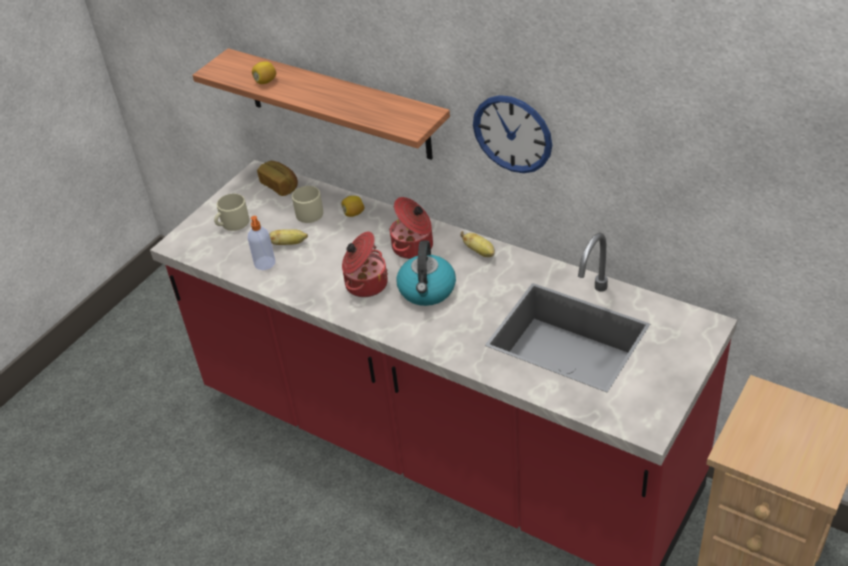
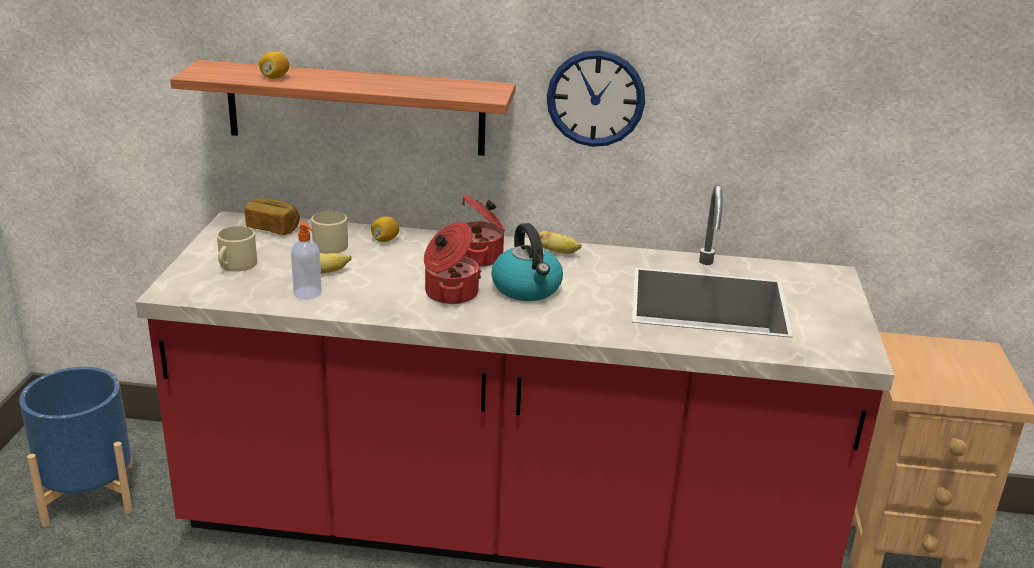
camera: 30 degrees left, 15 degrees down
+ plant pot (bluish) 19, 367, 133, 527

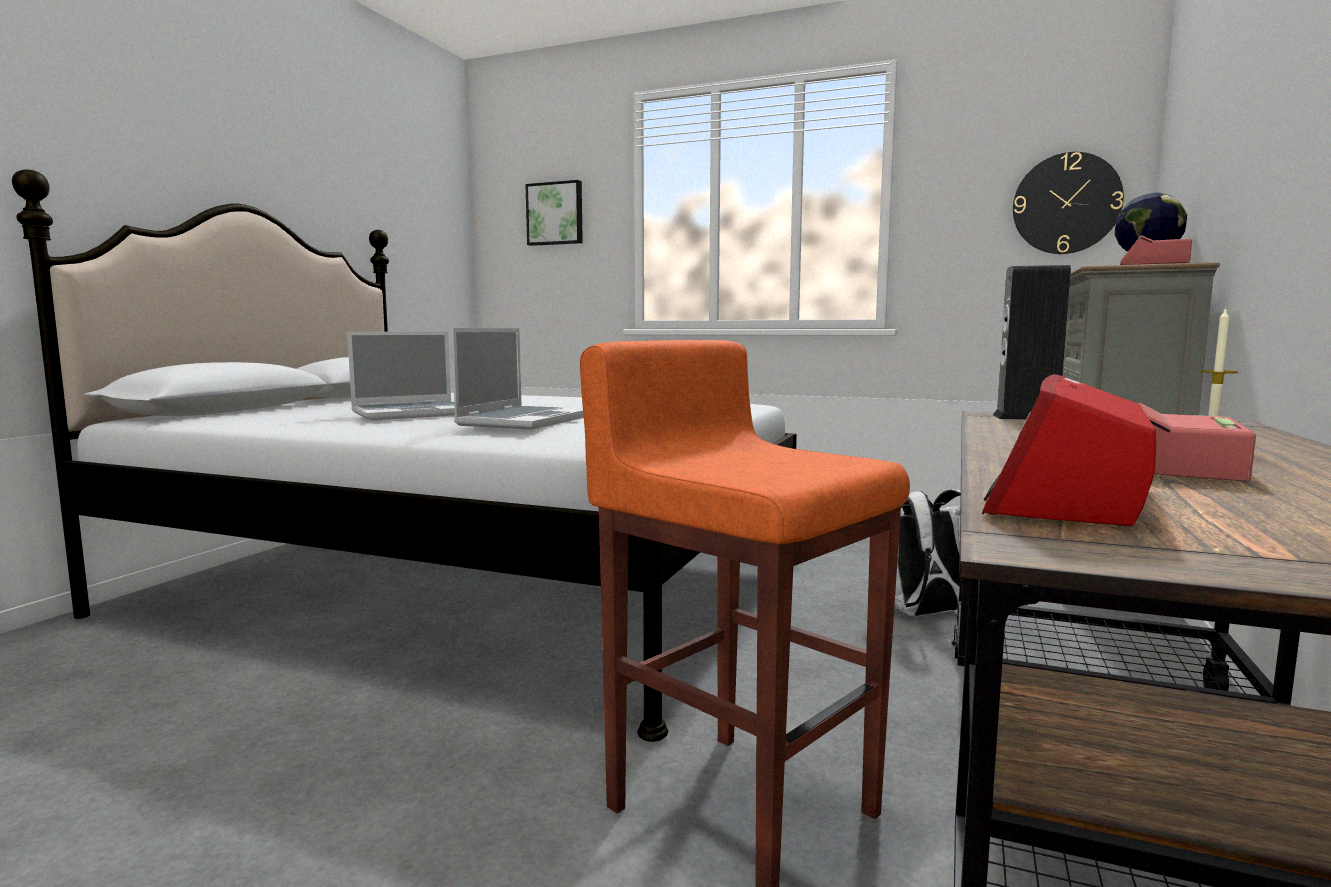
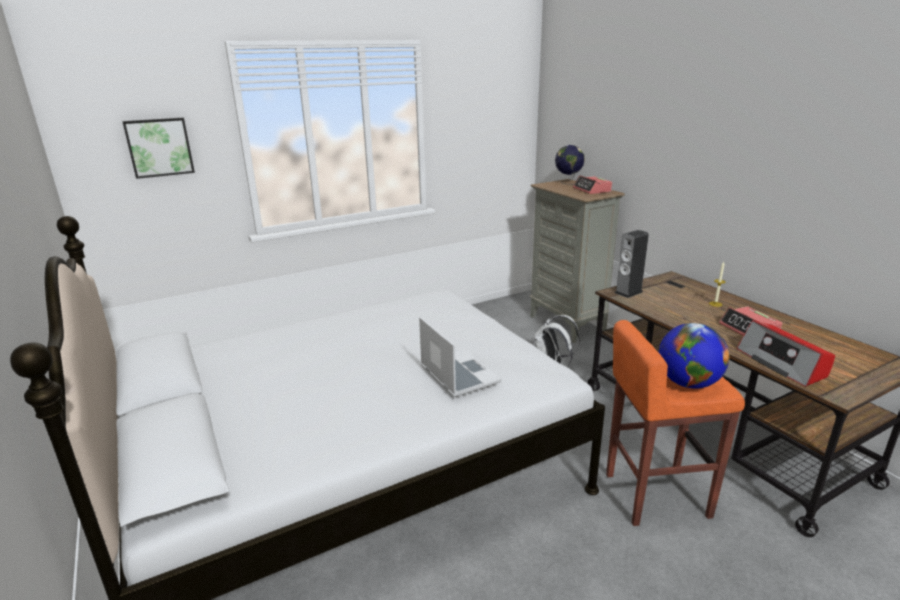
camera: 50 degrees left, 15 degrees up
- laptop 347, 332, 455, 421
- hanging clock 1013, 152, 1124, 254
+ desk globe 659, 323, 730, 389

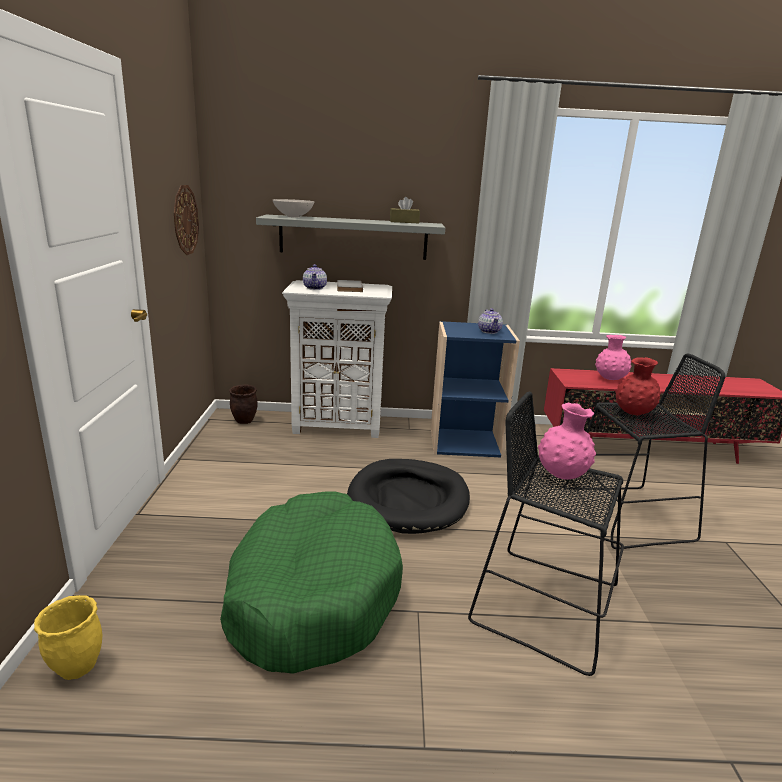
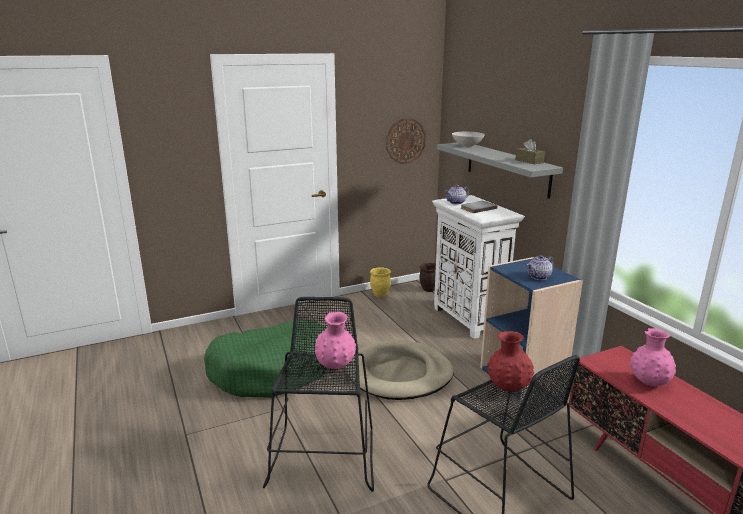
camera: 65 degrees right, 0 degrees up
~ plant pot (yellowish) 34, 595, 103, 680 to 370, 267, 391, 297
~ dog cushion (black-coloured) 347, 459, 470, 534 to dog cushion (beige-coloured) 346, 340, 454, 400

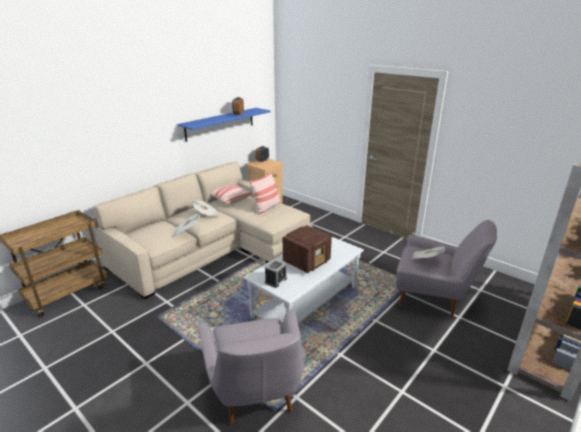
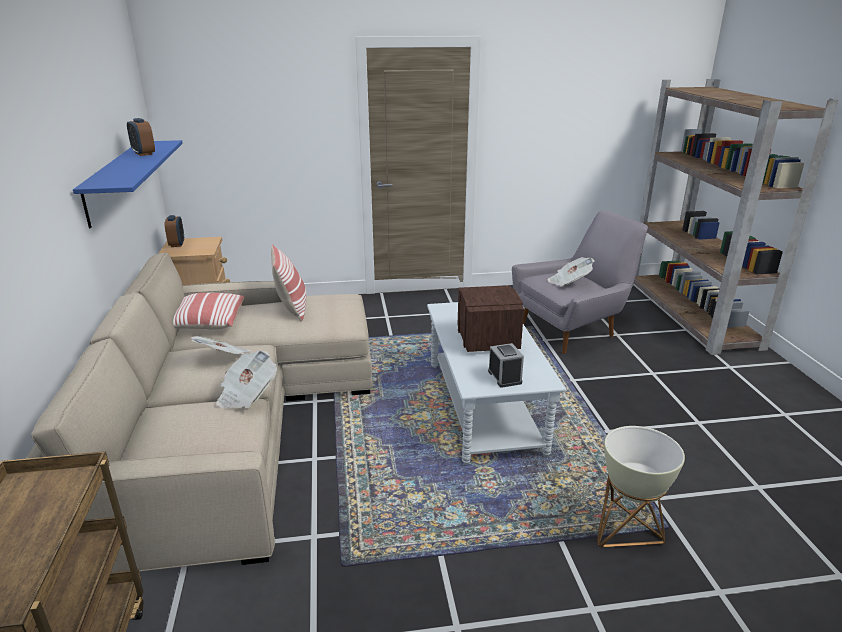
camera: 50 degrees left, 0 degrees up
~ easy chair (gray) 198, 309, 305, 425 to plant pot 597, 426, 685, 547

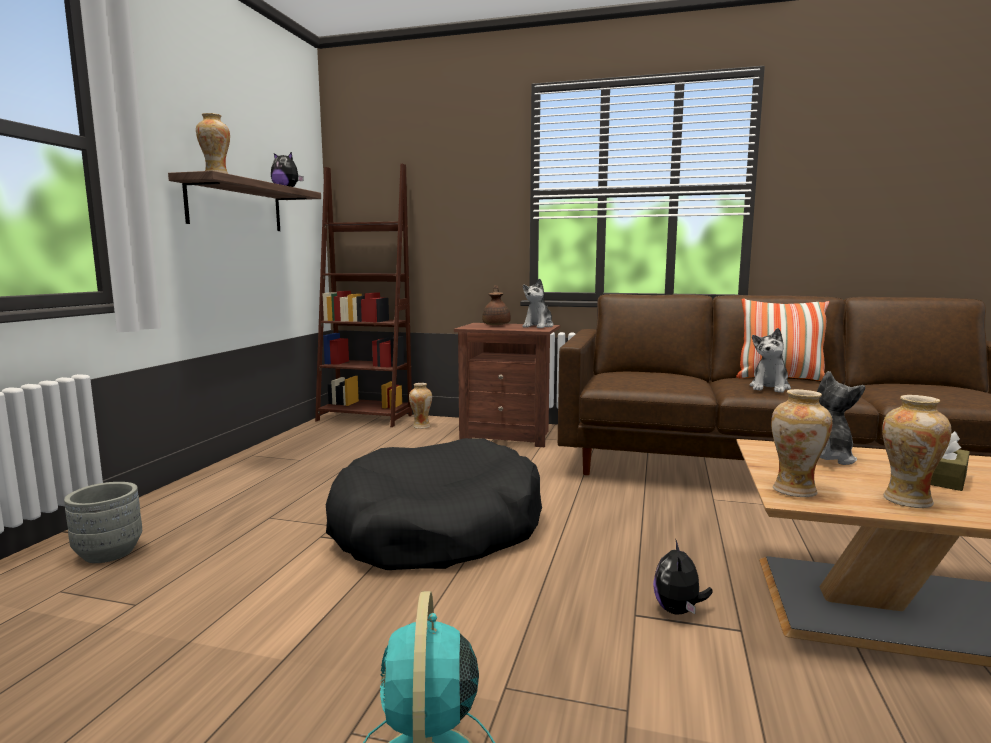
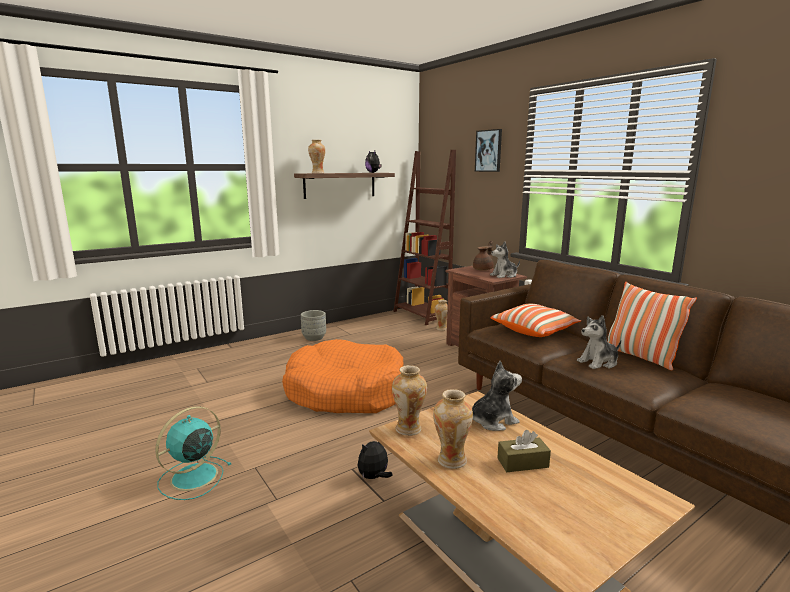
camera: 40 degrees right, 5 degrees up
~ plant pot (gray) 64, 482, 142, 563 to 301, 310, 326, 341
~ dog cushion (black-coloured) 326, 438, 542, 570 to dog cushion (orangey) 282, 339, 403, 413
+ picture 475, 129, 502, 172
+ pillow 490, 304, 581, 337

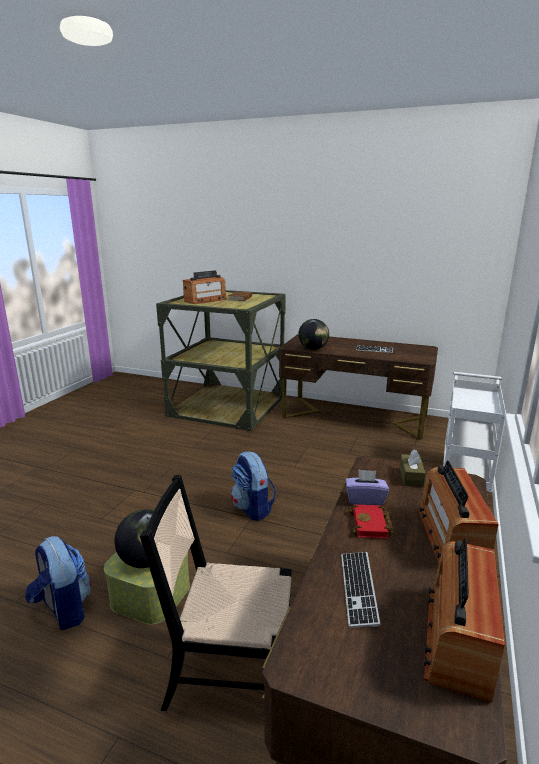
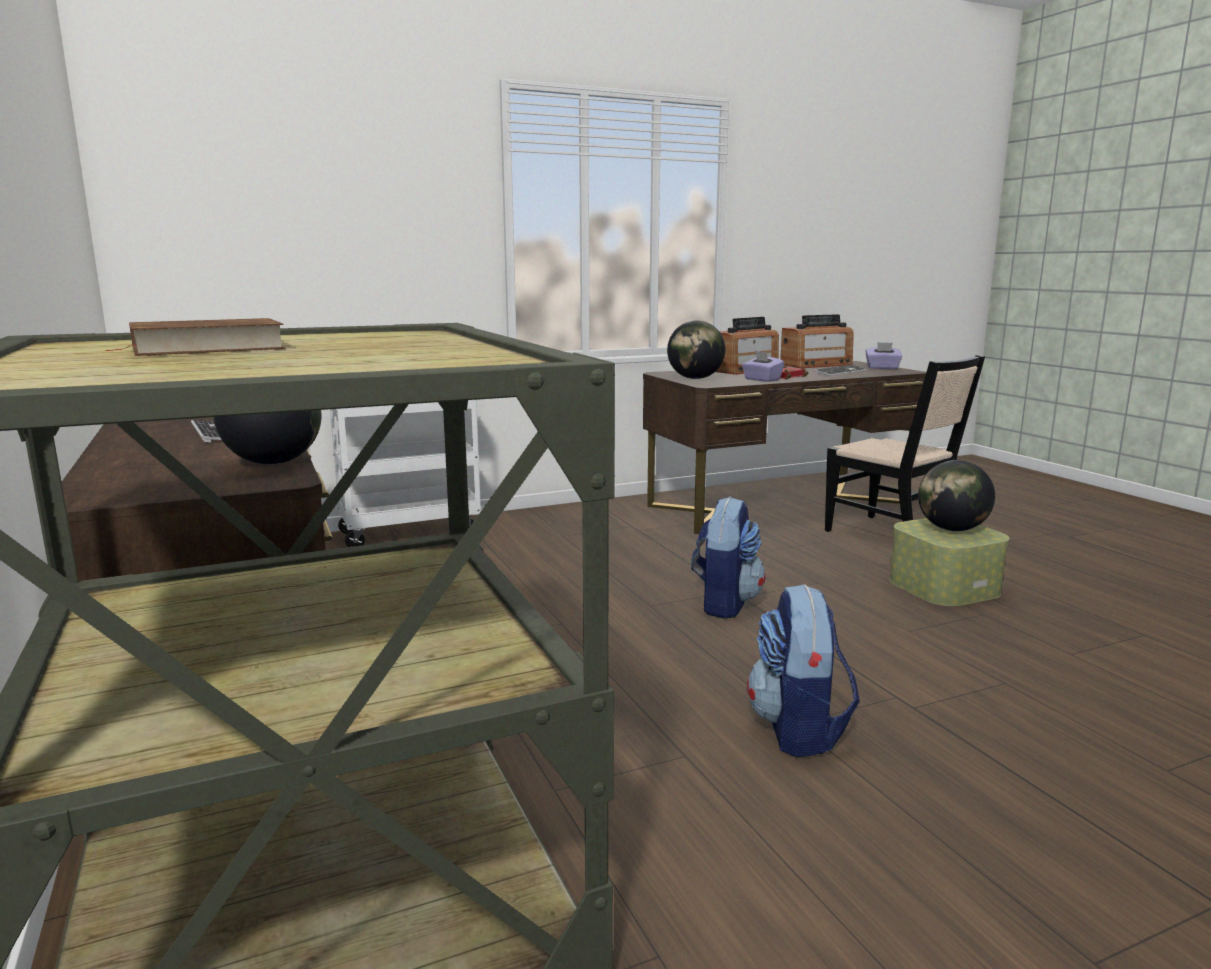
camera: 135 degrees left, 5 degrees down
~ backpack 25, 536, 91, 630 to 747, 584, 860, 757
- radio receiver 183, 270, 226, 304
~ tissue holder (brownish) 400, 449, 426, 487 to desk globe 667, 320, 725, 379
+ tissue holder (purple) 865, 342, 902, 369

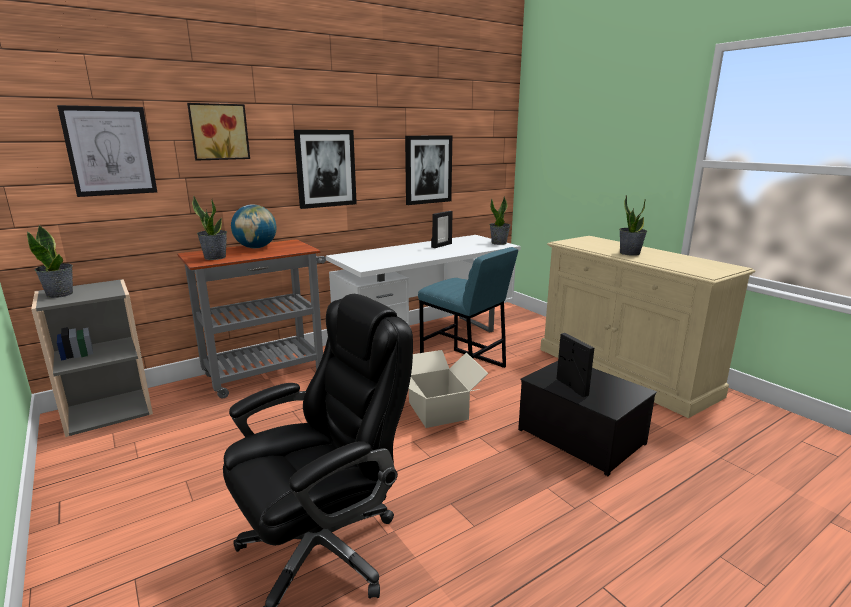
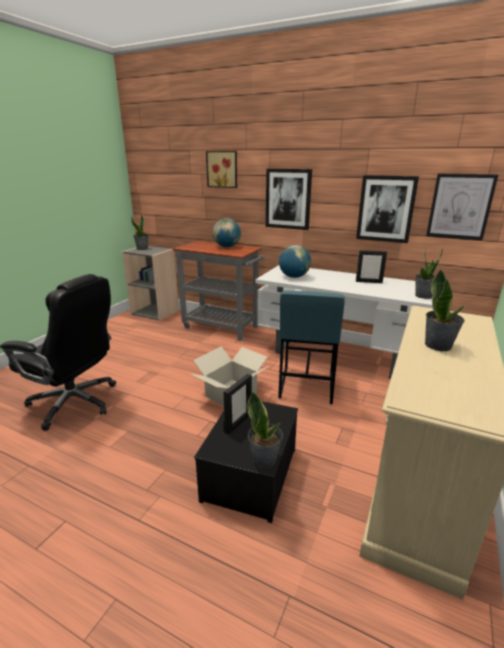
camera: 60 degrees right, 5 degrees up
~ picture 57, 105, 157, 197 to 426, 174, 498, 240
~ plant in a pot 192, 196, 227, 260 to 247, 391, 283, 468
+ desk globe 279, 245, 311, 278

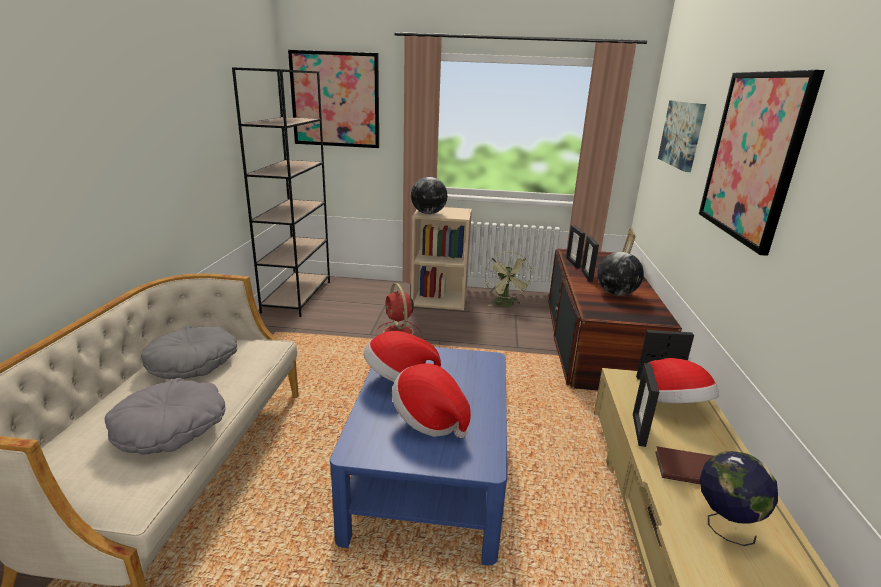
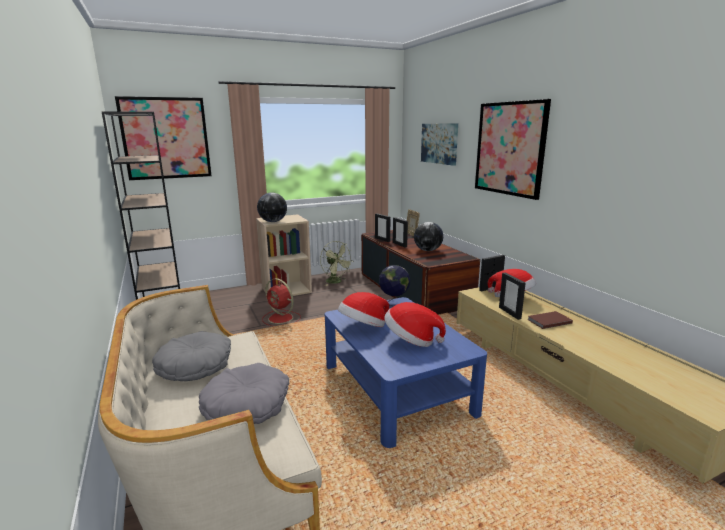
camera: 30 degrees left, 5 degrees down
~ desk globe 700, 451, 778, 546 to 379, 265, 410, 306

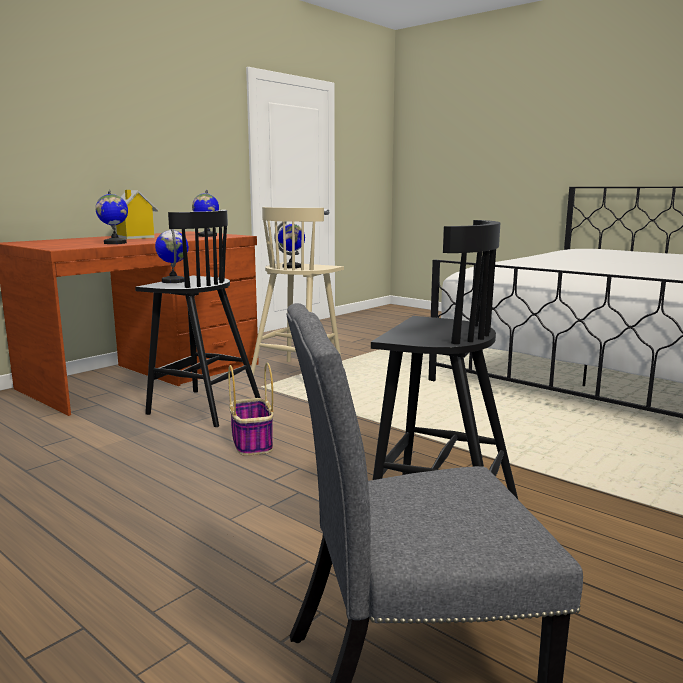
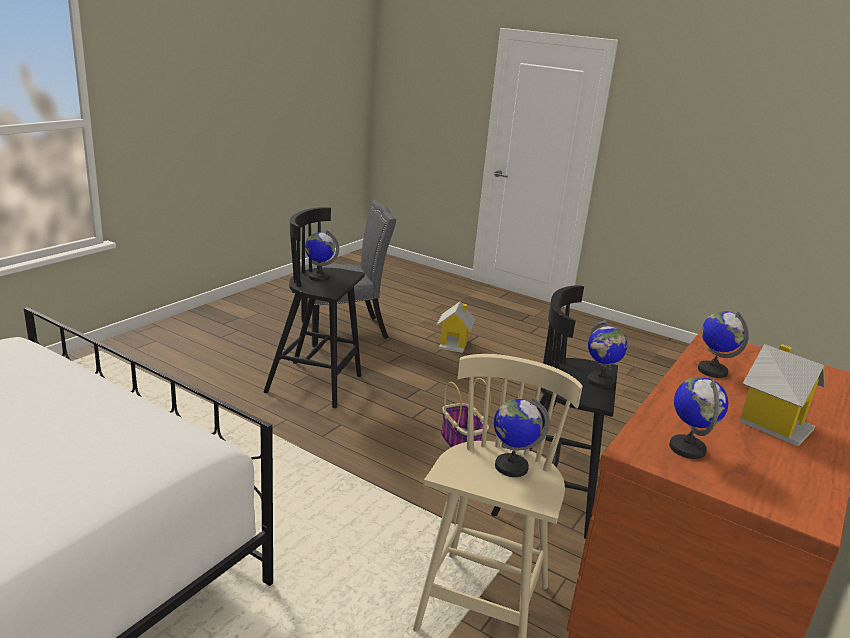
camera: 170 degrees right, 10 degrees up
+ desk globe 305, 230, 339, 282
+ model house 437, 301, 475, 353

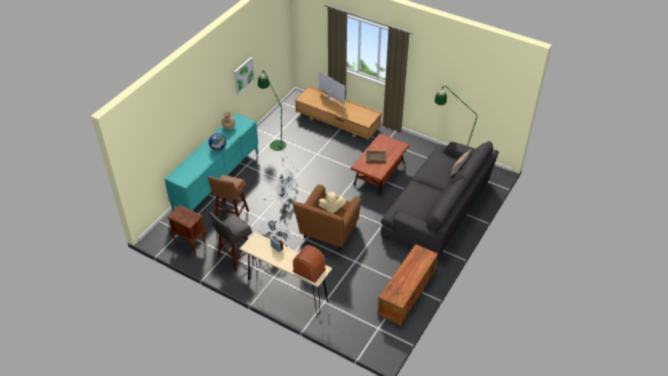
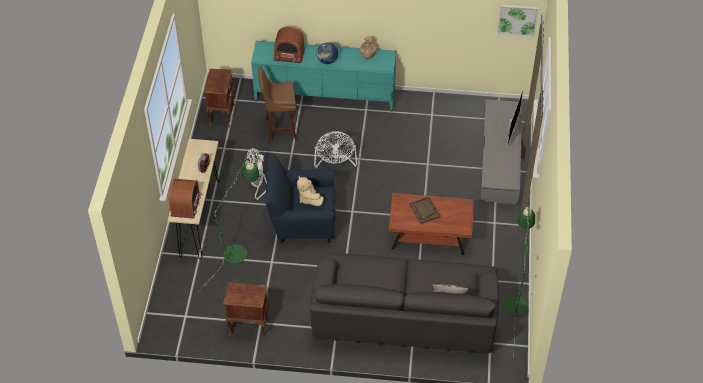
camera: 65 degrees right, 5 degrees up
- sitting stool (gray) 209, 212, 255, 271
~ picture 234, 57, 255, 95 to 497, 5, 539, 37
~ standing lamp (greenish) 258, 70, 297, 170 to 193, 159, 259, 297
~ easy chair (brownish) 293, 184, 361, 251 to easy chair (bluish) 265, 153, 336, 243
~ media console (brownish) 295, 86, 382, 140 to media console (gray) 480, 99, 522, 204
~ bench (brownish) 377, 244, 438, 326 to nightstand (brownish) 224, 283, 269, 338
+ radio receiver 274, 27, 305, 63

